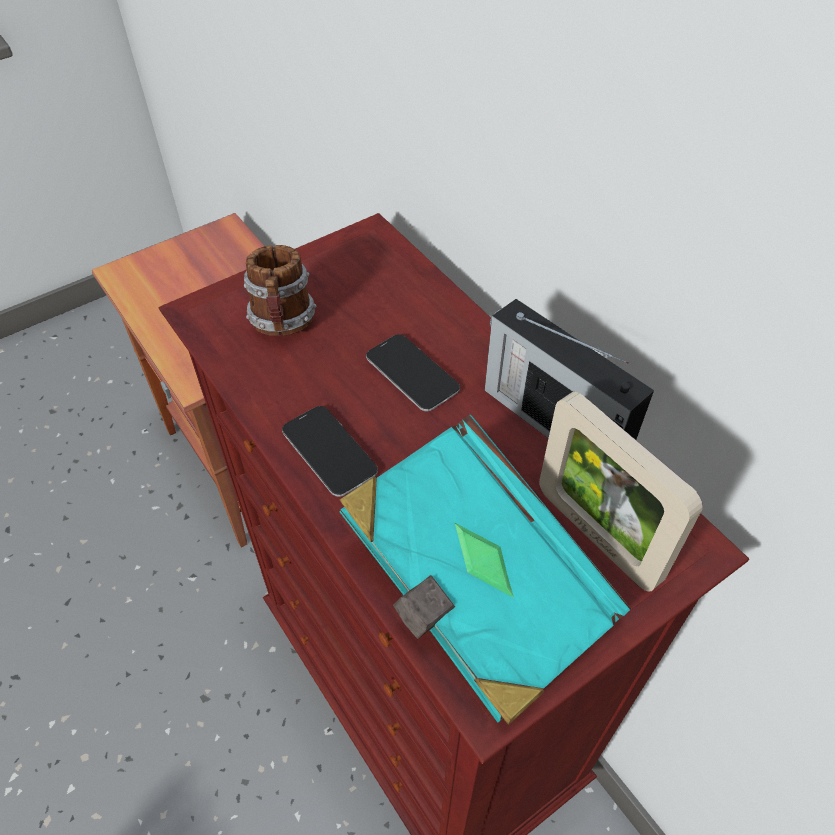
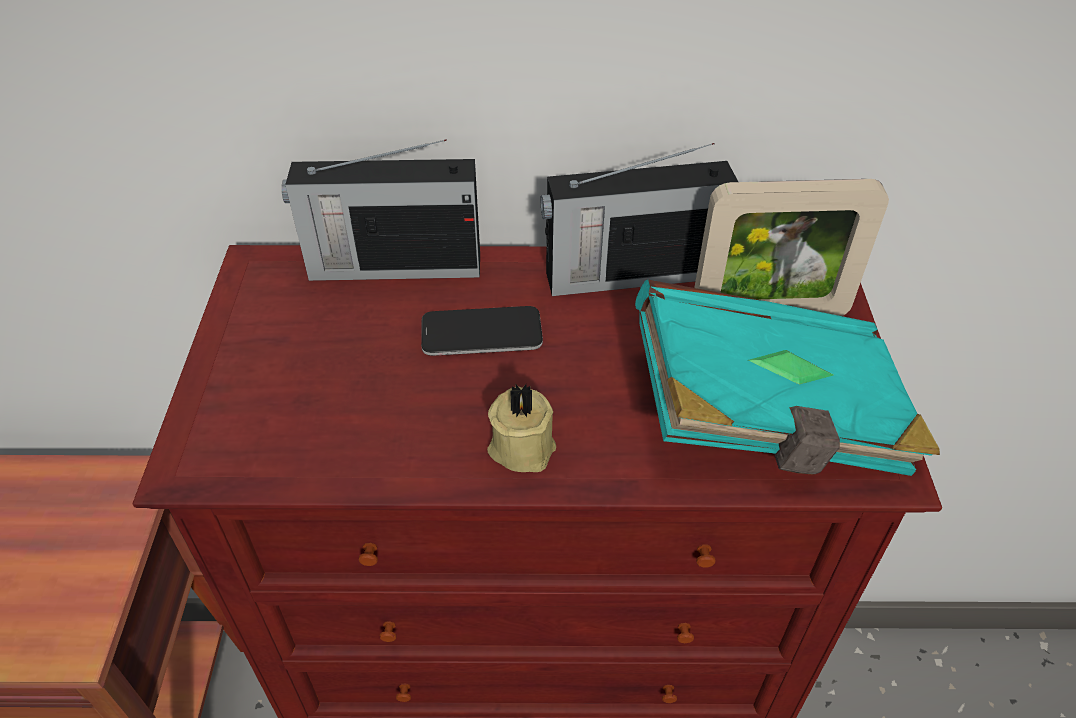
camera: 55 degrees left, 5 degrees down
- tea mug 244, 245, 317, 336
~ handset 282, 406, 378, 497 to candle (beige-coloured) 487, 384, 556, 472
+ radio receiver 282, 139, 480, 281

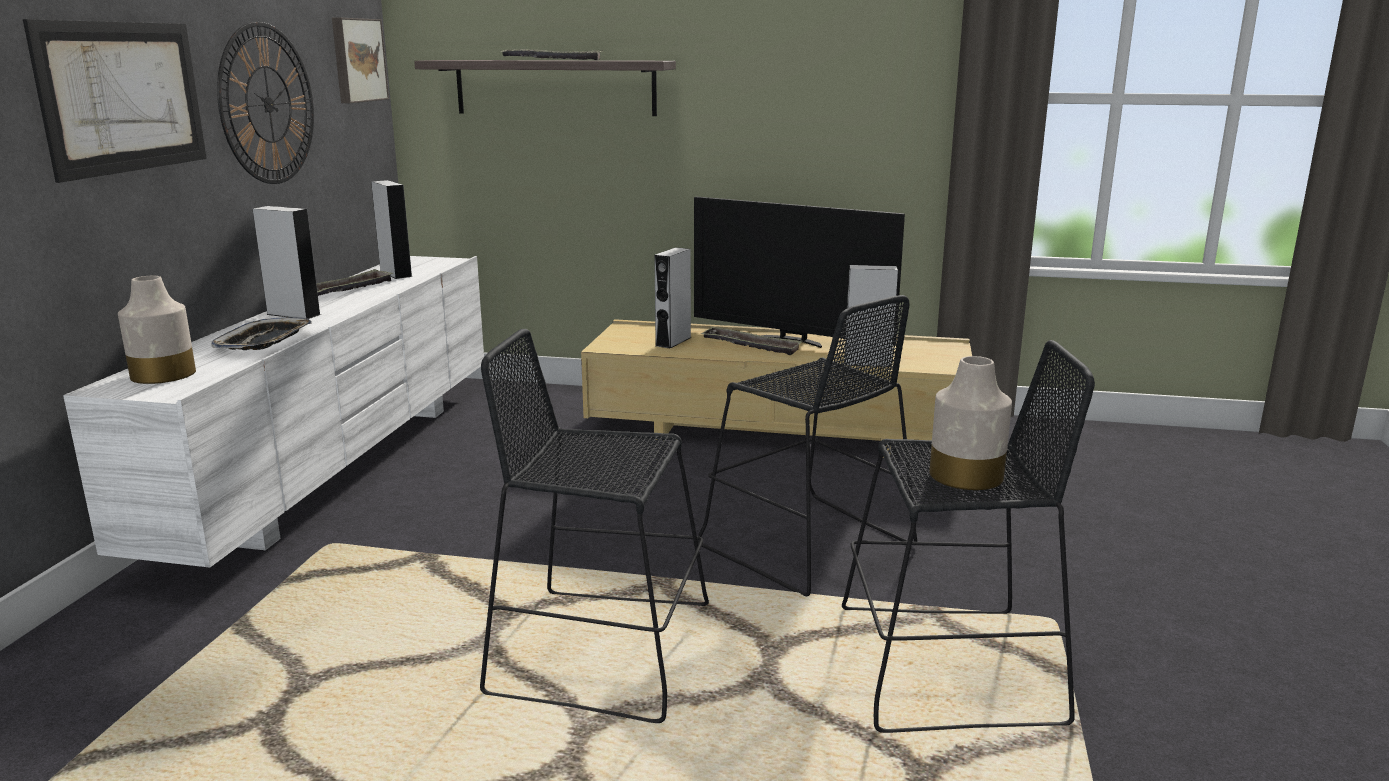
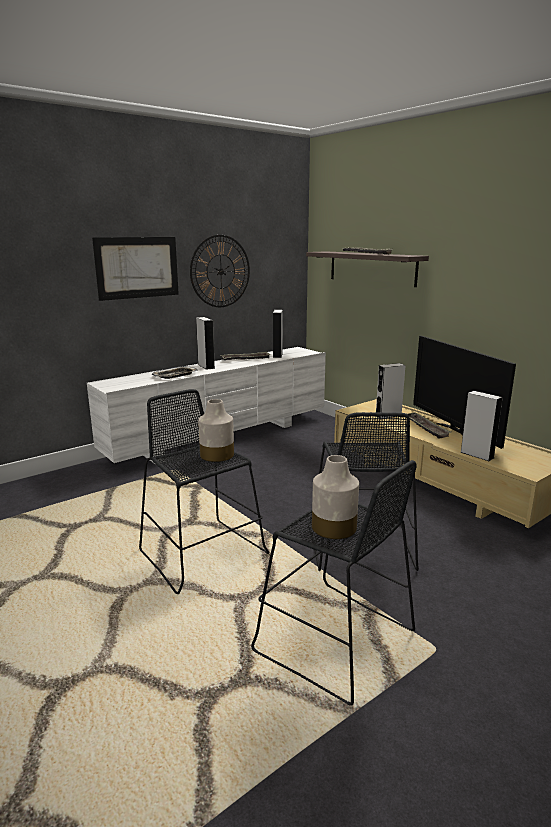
camera: 40 degrees right, 0 degrees up
~ flower vase (beige-coloured) 118, 276, 196, 384 to 198, 399, 234, 462
- picture 332, 18, 389, 103

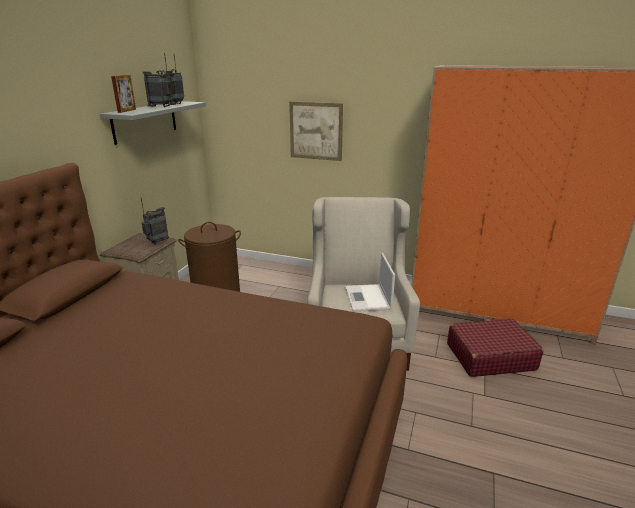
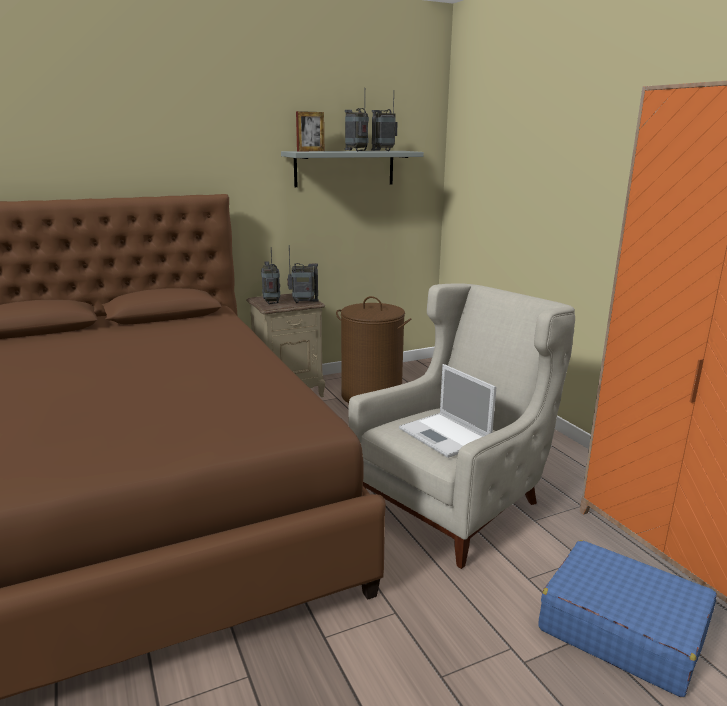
camera: 45 degrees right, 5 degrees down
- picture 289, 101, 343, 161
~ laptop 345, 253, 395, 312 = 399, 364, 496, 458 75 degrees counterclockwise
~ travel case (red-coloured) 447, 318, 544, 377 to travel case (bluish) 538, 540, 717, 697
+ radio receiver 261, 248, 280, 304

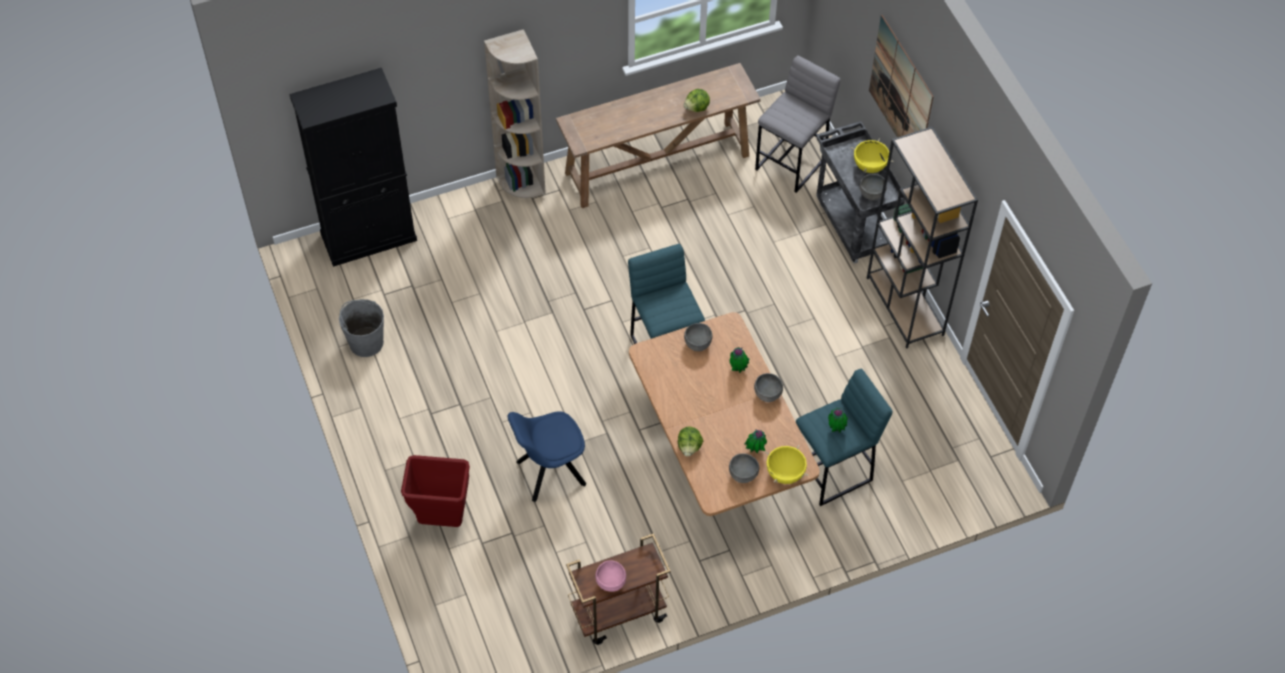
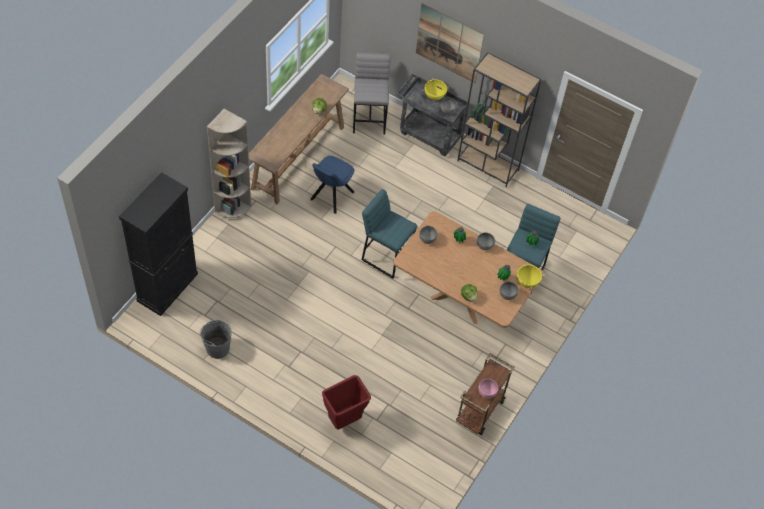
camera: 40 degrees left, 0 degrees up
~ chair (bluish) 508, 411, 586, 502 to 311, 156, 354, 214

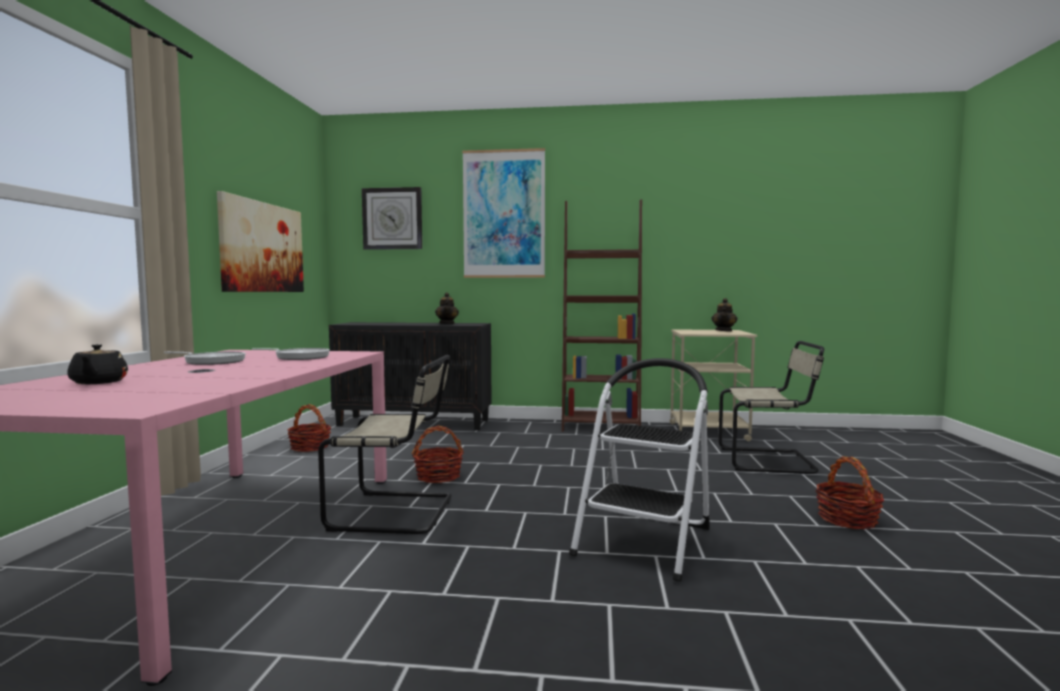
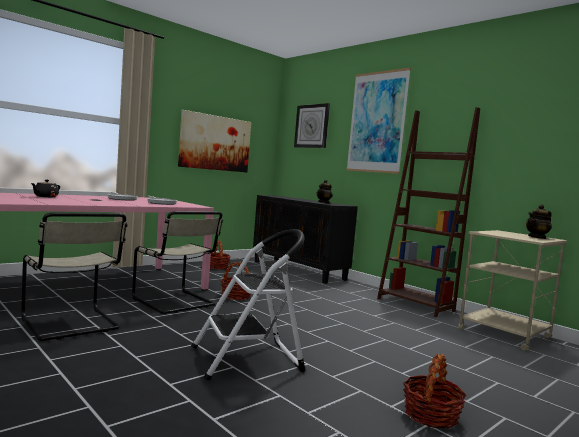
camera: 40 degrees right, 0 degrees up
~ chair (beige-coloured) 718, 341, 824, 474 to 21, 213, 128, 341

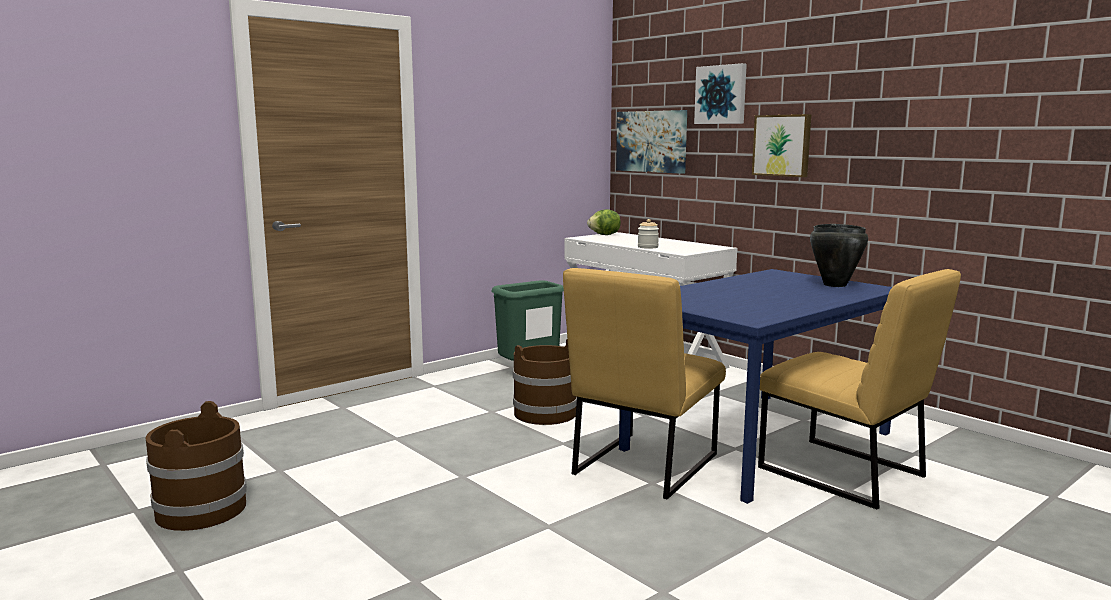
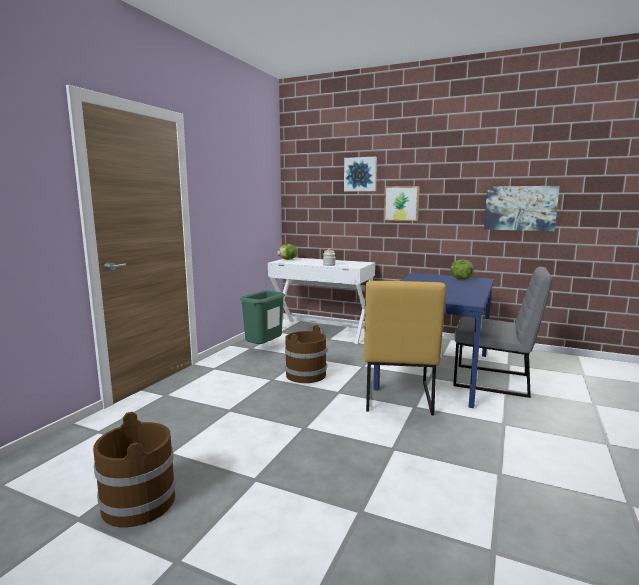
camera: 25 degrees left, 0 degrees up
~ picture 616, 110, 687, 174 to 484, 186, 560, 231
~ chair (yellowish) 758, 269, 961, 509 to chair (gray) 453, 267, 552, 398
~ cooking pot (black-coloured) 810, 224, 868, 287 to lettuce 450, 260, 474, 280

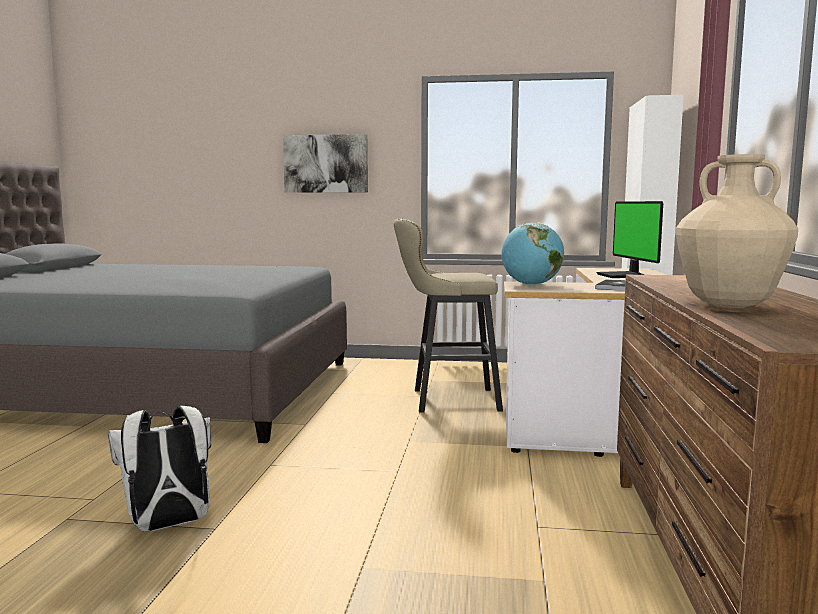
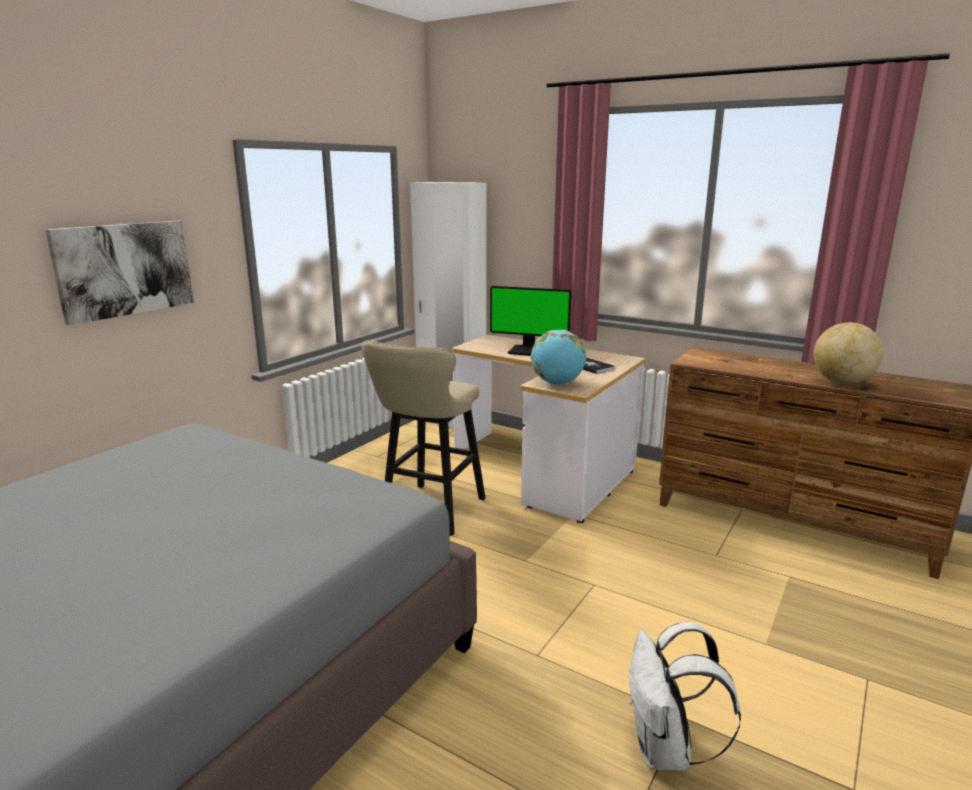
camera: 65 degrees left, 10 degrees up
~ flower vase (beige-coloured) 676, 154, 798, 308 to desk globe 813, 323, 883, 384

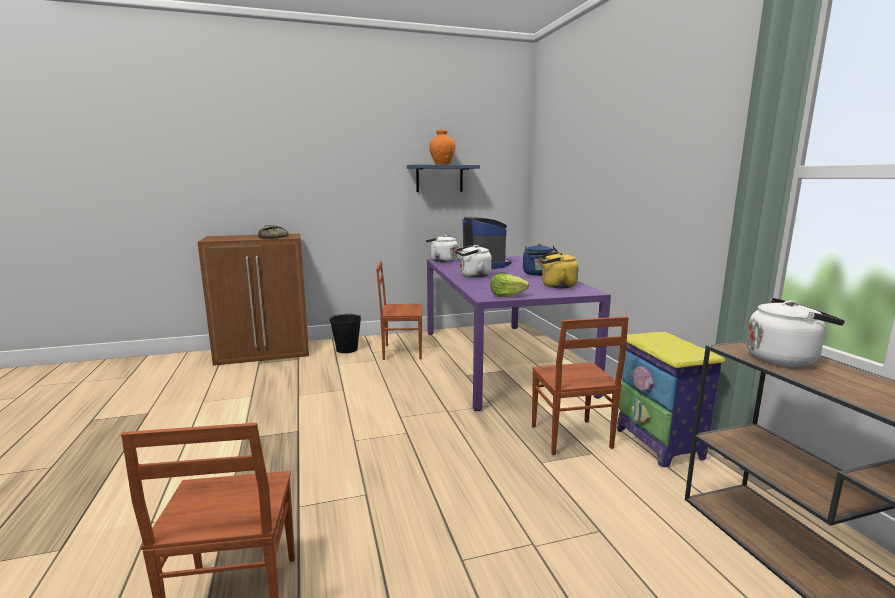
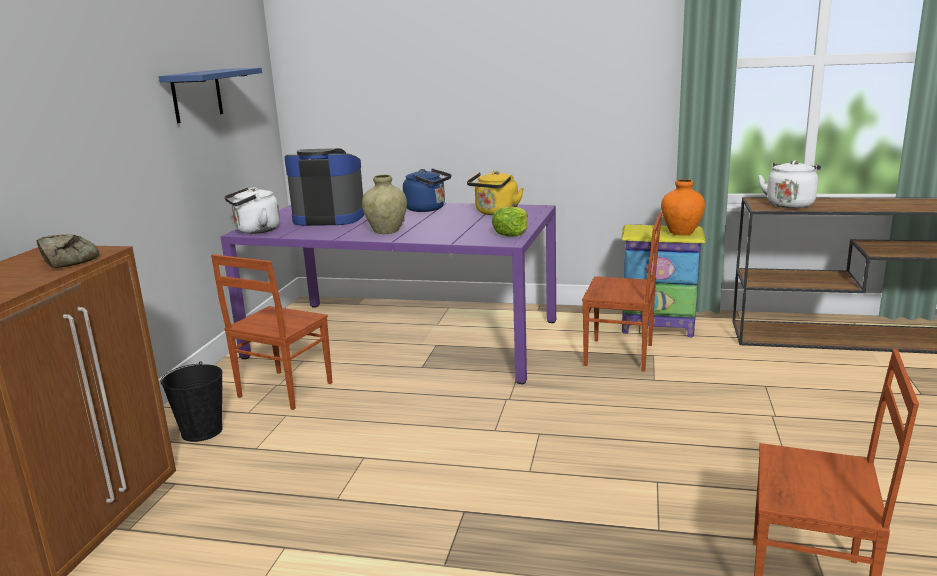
camera: 60 degrees left, 5 degrees up
~ flower vase (orangey) 429, 129, 456, 165 to 661, 179, 705, 235
~ tea kettle (whitish) 455, 245, 492, 278 to flower vase (beige-coloured) 362, 175, 407, 234

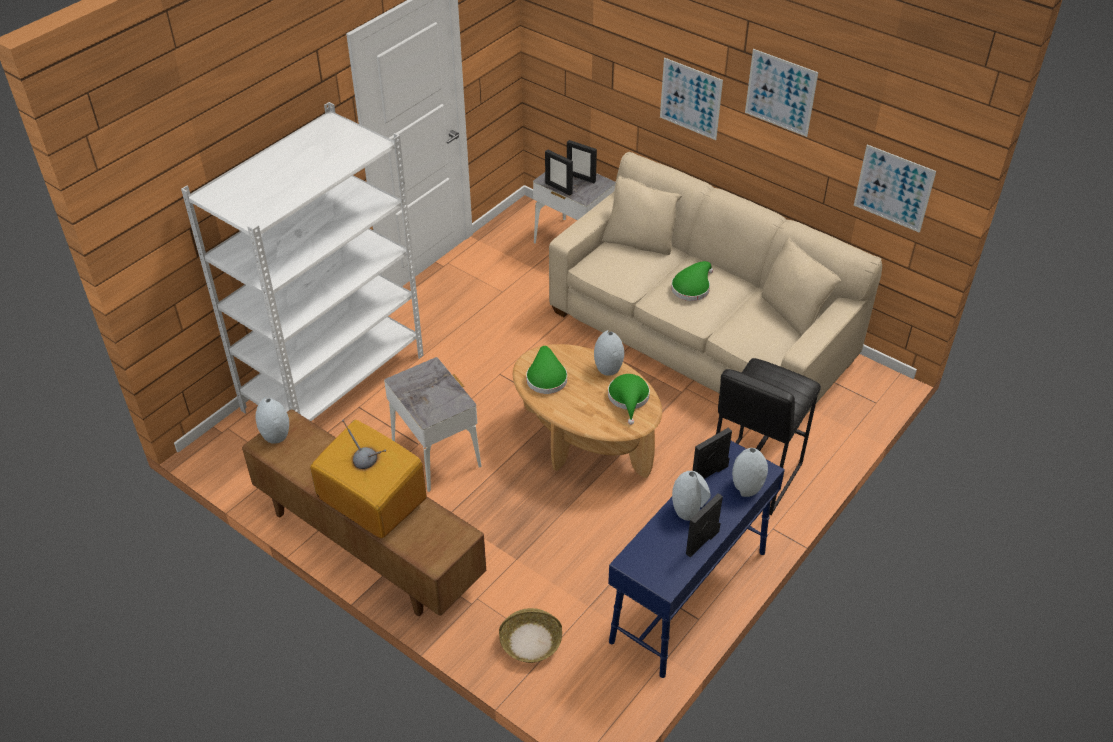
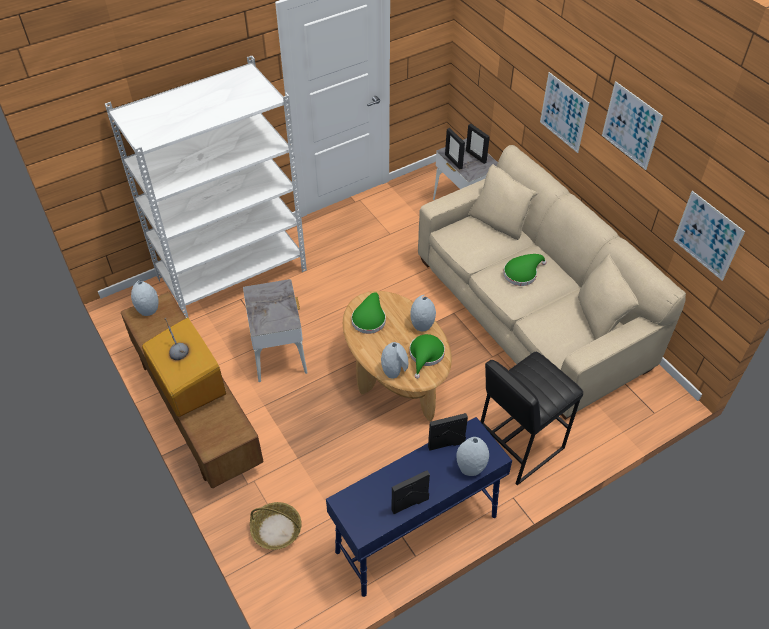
camera: 20 degrees right, 5 degrees up
~ flower vase (gray) 672, 471, 711, 521 to 381, 342, 408, 379

